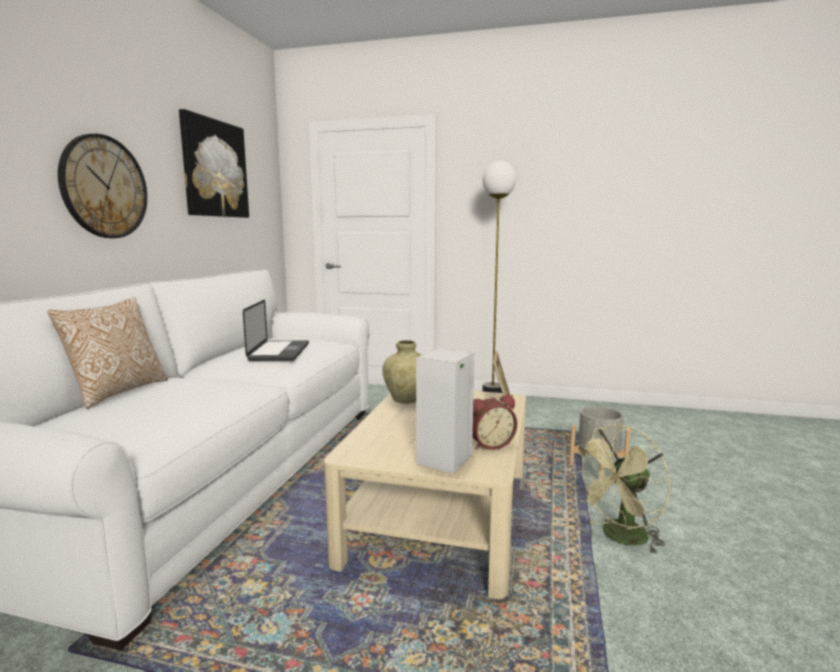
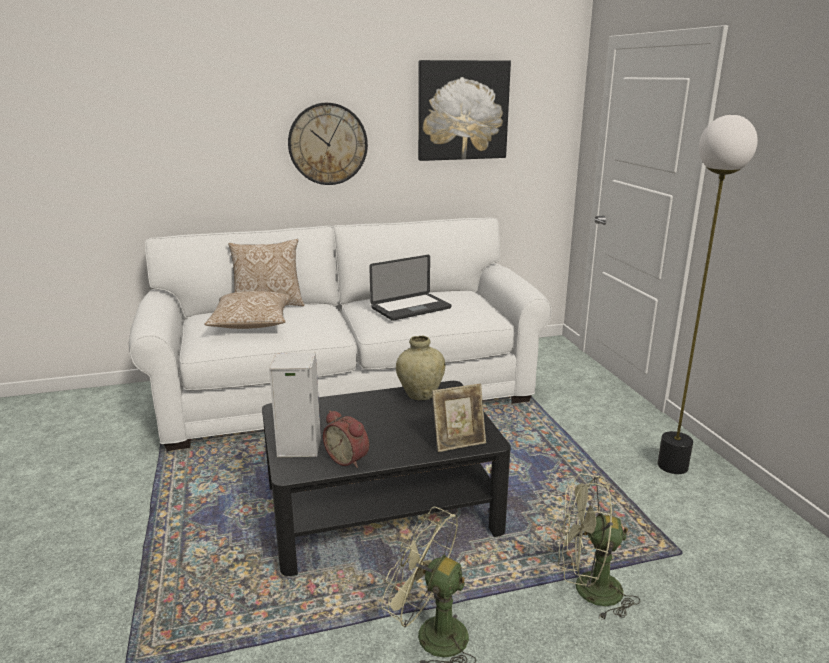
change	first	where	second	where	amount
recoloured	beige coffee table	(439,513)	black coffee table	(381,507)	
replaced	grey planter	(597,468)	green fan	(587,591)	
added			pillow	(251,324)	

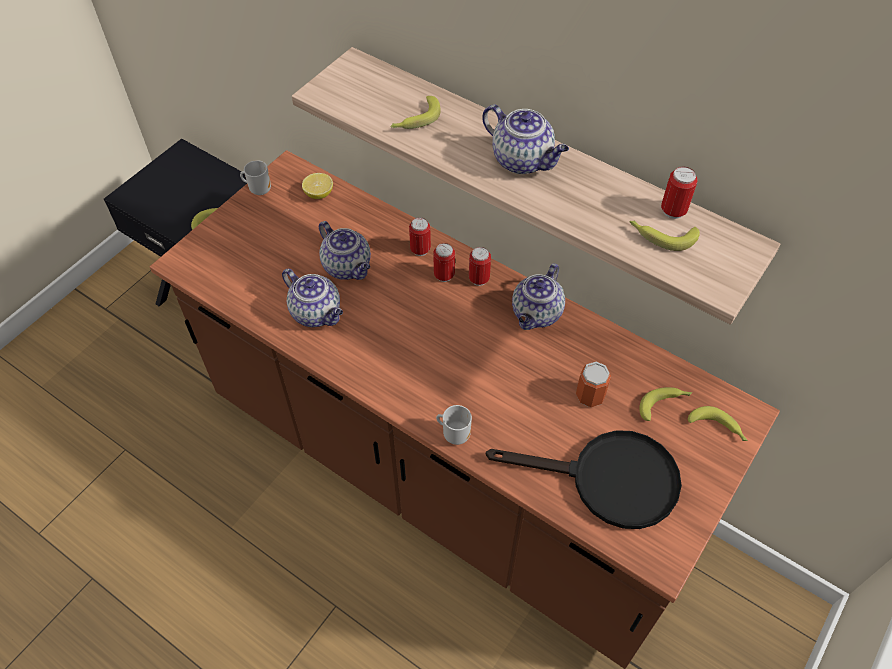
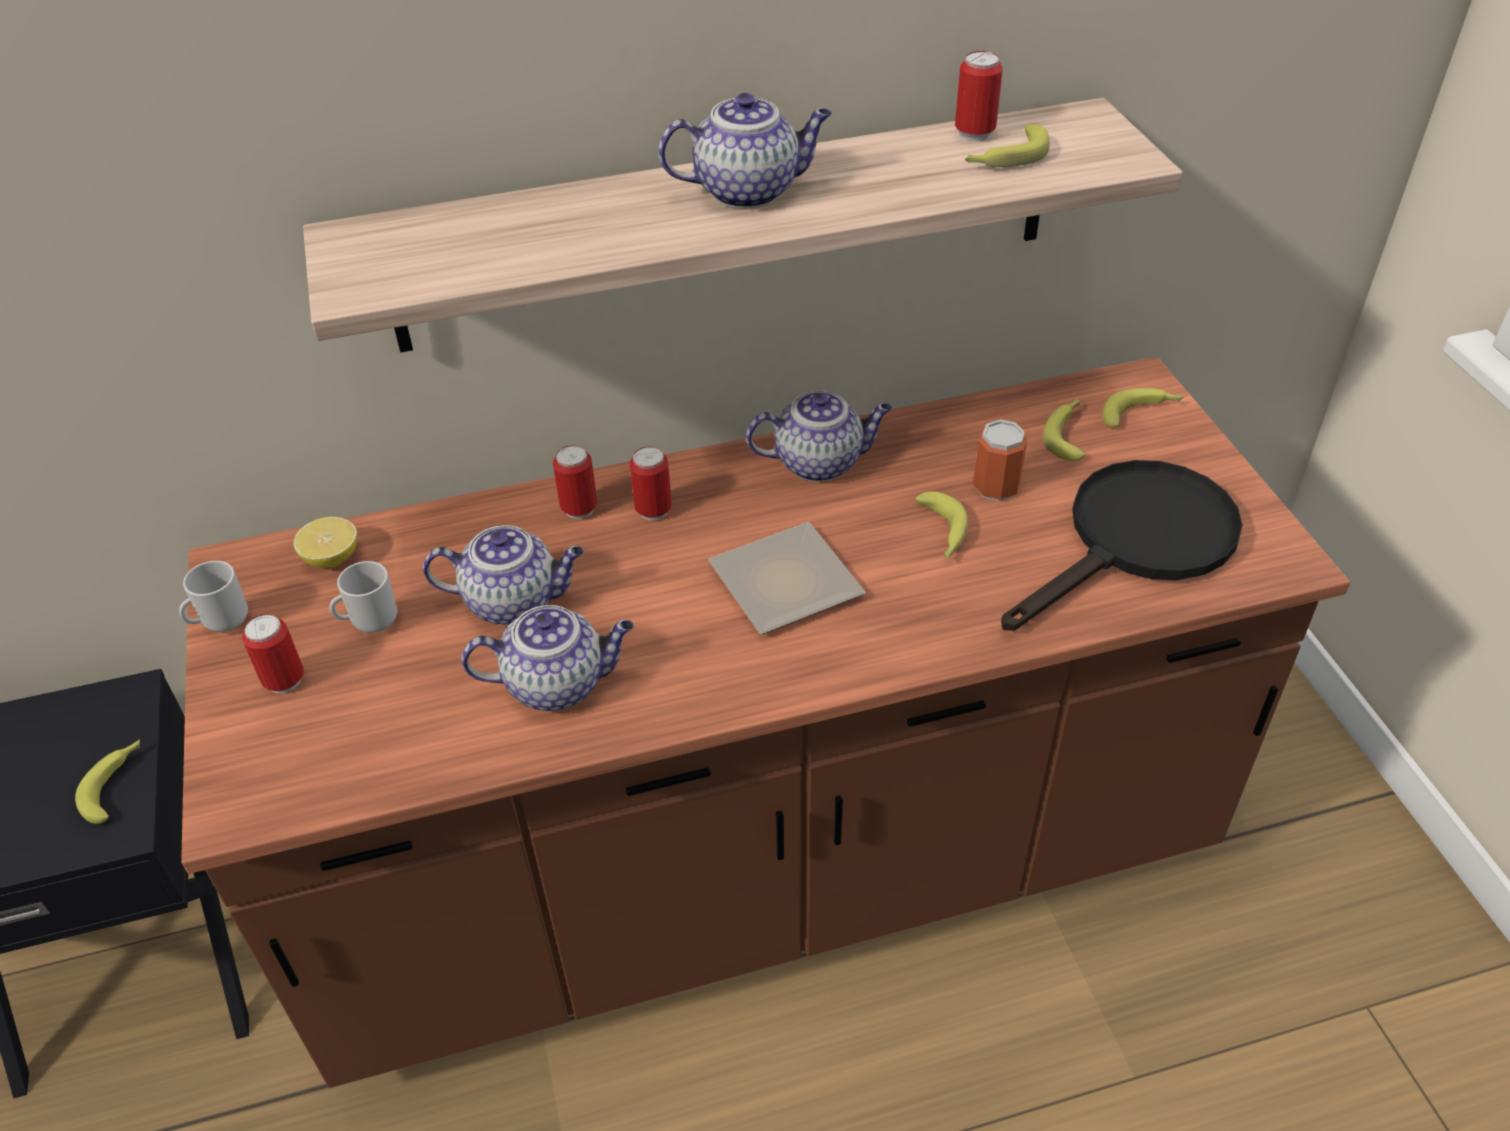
change	first	where	second	where	amount
moved	banana	(415,120)		(941,533)	
moved	can	(479,279)		(284,680)	
turned	teapot	(536,314)		(820,462)	75 degrees counterclockwise
moved	mug	(455,434)		(372,622)	
added			plate	(784,587)	

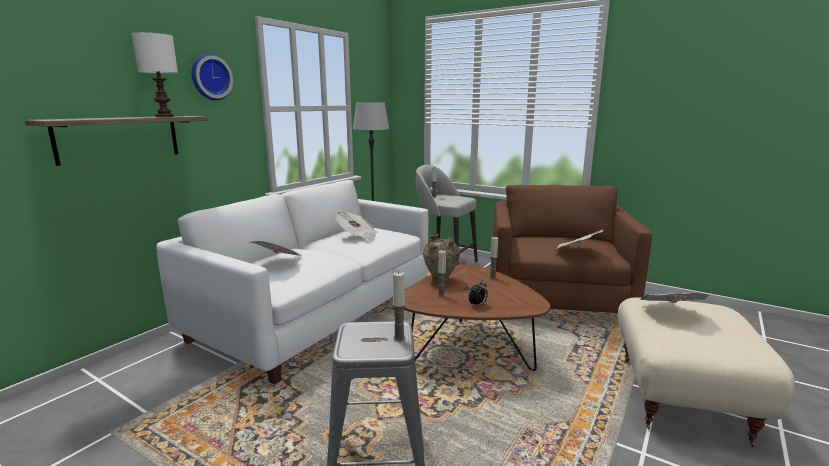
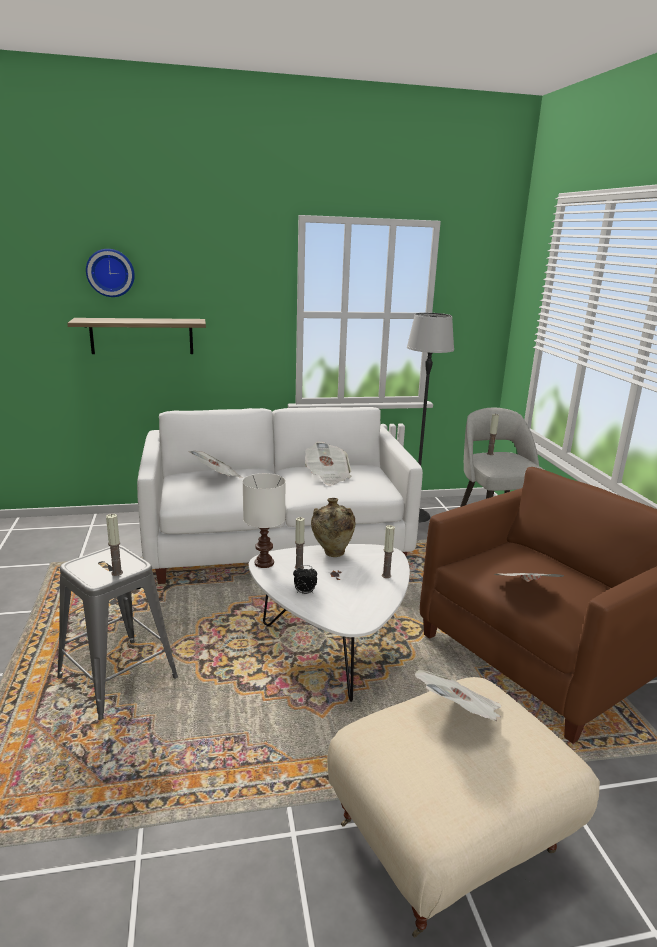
change	first	where	second	where	amount
moved	white table lamp	(164,116)		(264,562)	
moved	wall clock	(210,77)		(110,272)	
recoloured	brown coffee table	(469,350)	white coffee table	(333,646)	

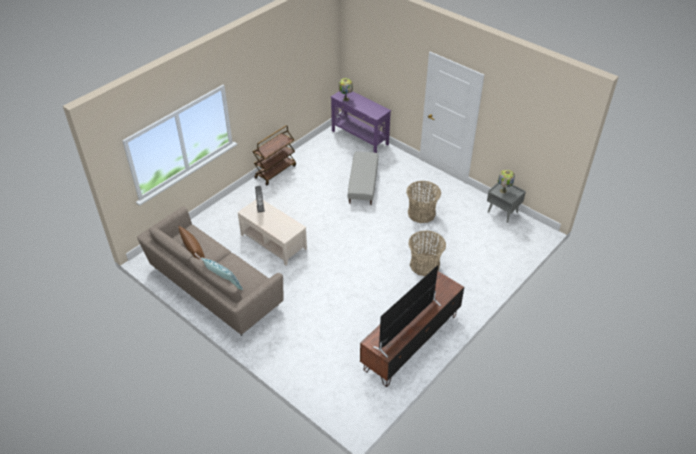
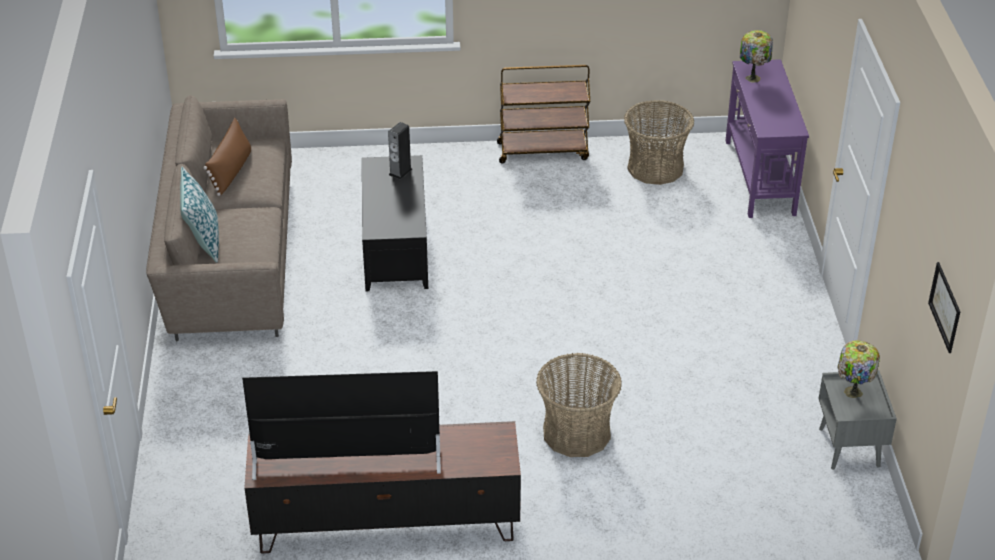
change	first	where	second	where	amount
removed	grey ottoman	(363,183)			
moved	basket	(421,213)		(655,168)	
recoloured	beige coffee table	(273,242)	black coffee table	(395,247)	
added			picture	(945,307)	

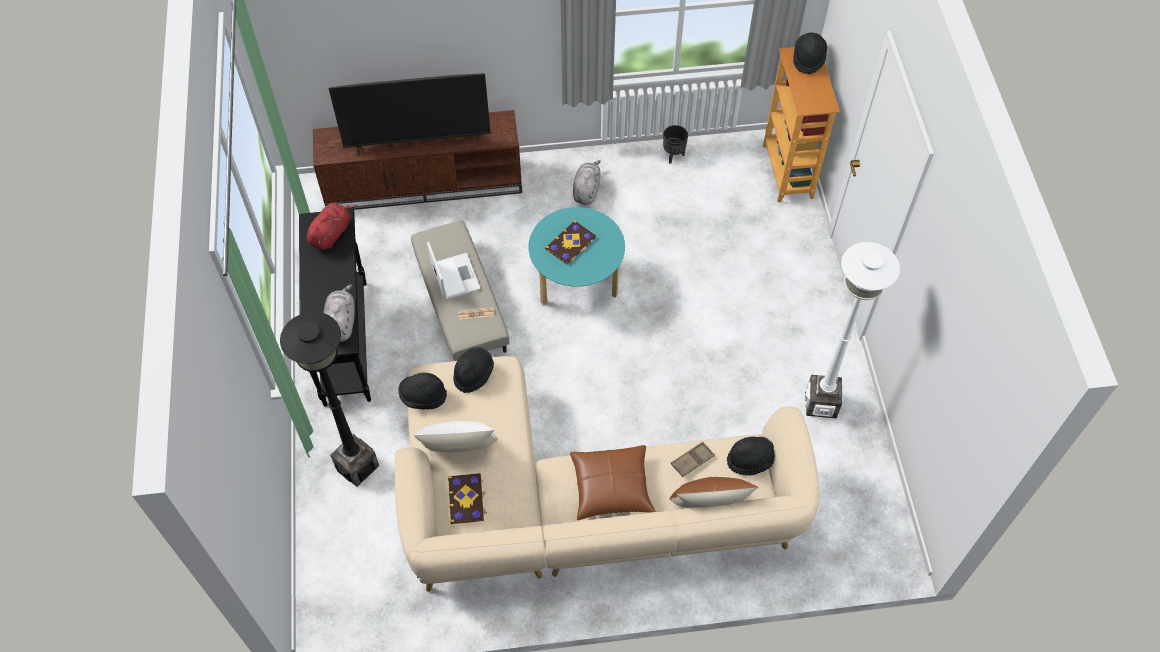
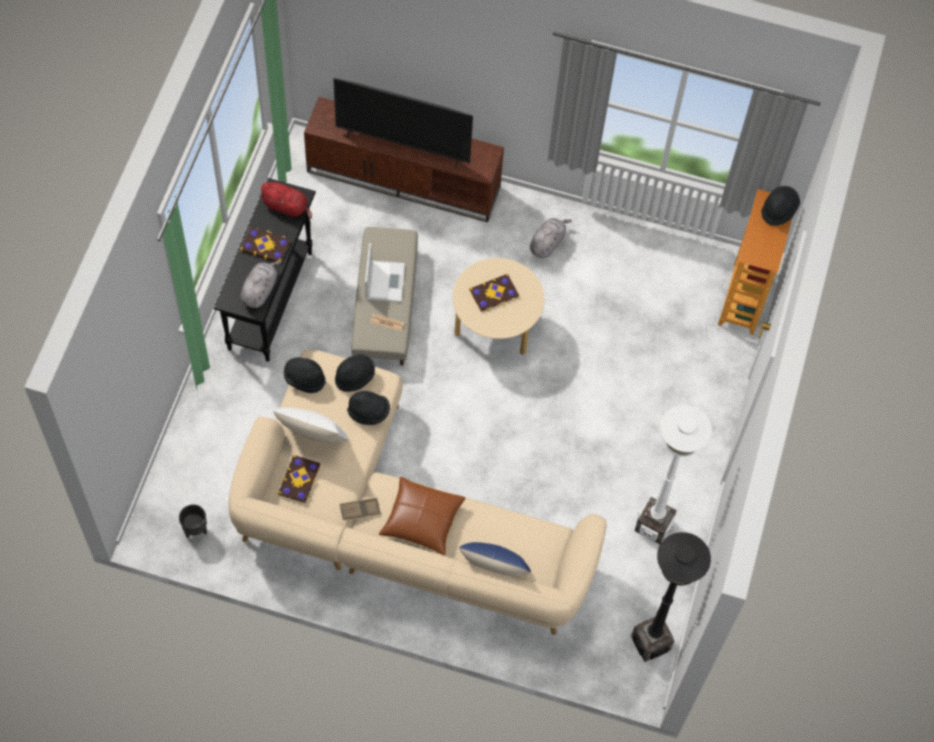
change	first	where	second	where	amount
moved	black planter	(673,156)		(195,530)	
turned	red plush toy	(331,233)		(287,207)	60 degrees clockwise
recoloured	turquoise coffee table	(576,281)	beige coffee table	(495,326)	
moved	black floor lamp	(357,467)		(650,643)	
moved	black hat	(750,460)		(369,412)	
moved	brown tray	(692,460)		(360,510)	
recoloured	brown pillow	(709,506)	blue pillow	(494,570)	
added			book	(265,245)	

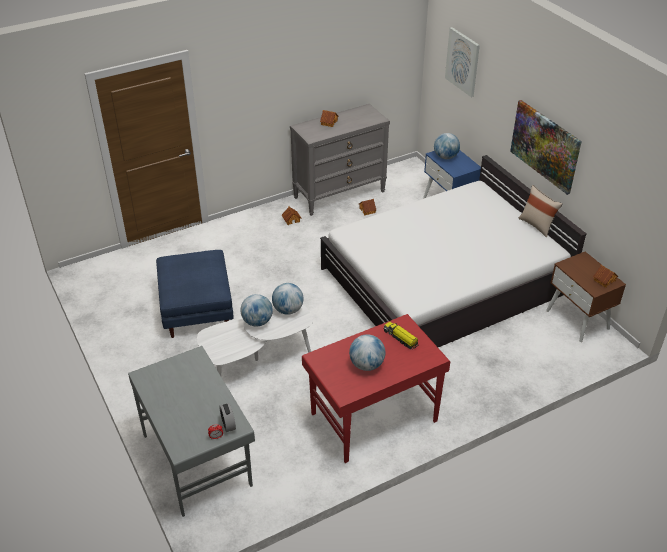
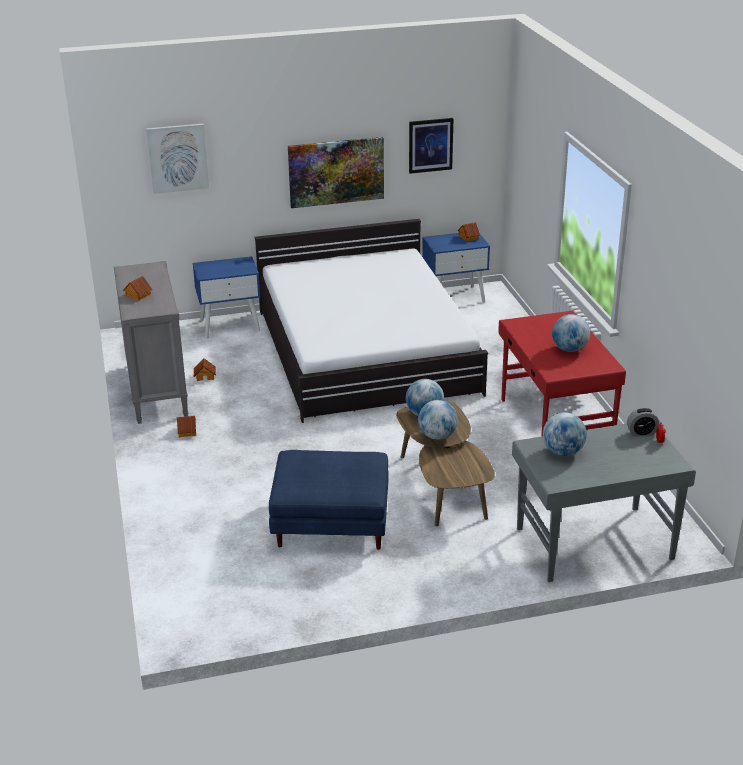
change	first	where	second	where	amount
moved	globe	(445,157)		(563,452)	
removed	beige pillow	(537,225)			
recoloured	brown nightstand	(578,319)	blue nightstand	(454,297)	
recoloured	white coffee table	(257,358)	brown coffee table	(443,485)	
removed	toy truck	(401,338)			
added			picture	(430,145)	

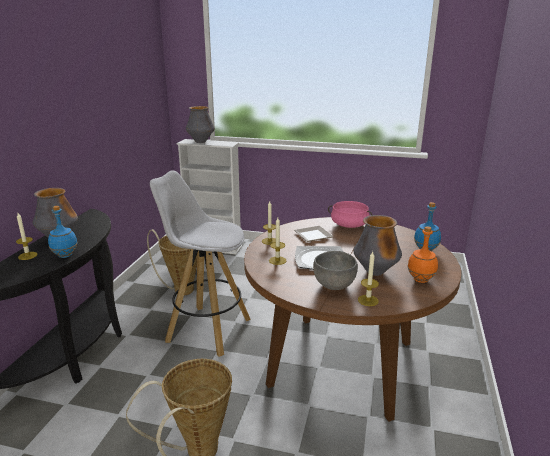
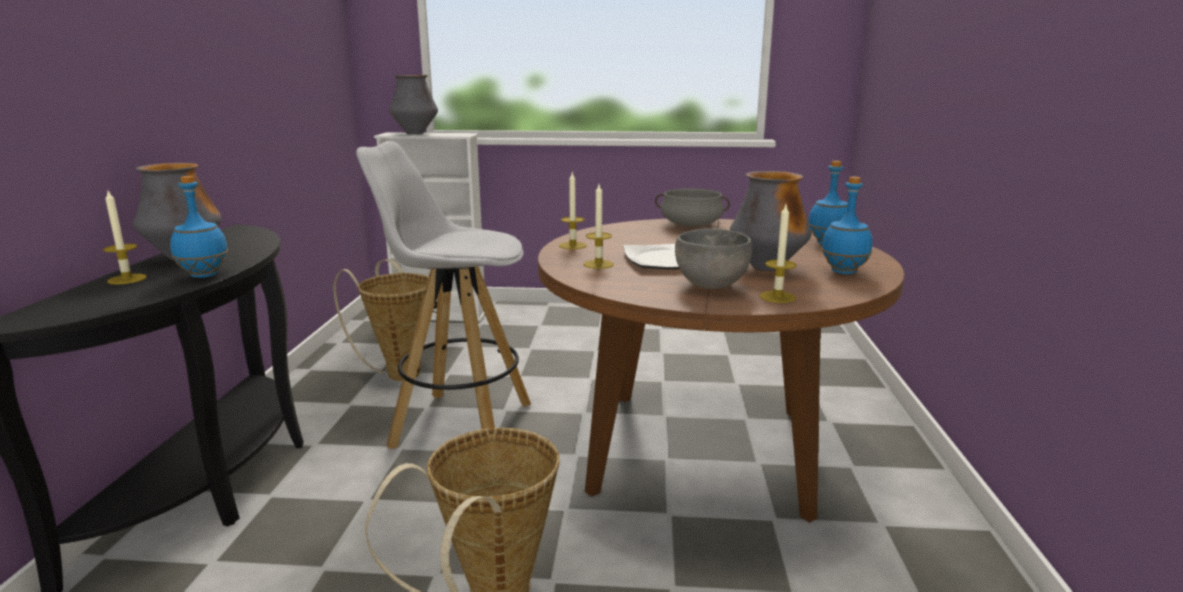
change	first	where	second	where	amount
recoloured	pink cooking pot	(349,225)	grey cooking pot	(691,225)	
removed	plate	(311,235)			
recoloured	orange bottle	(421,280)	blue bottle	(844,272)	

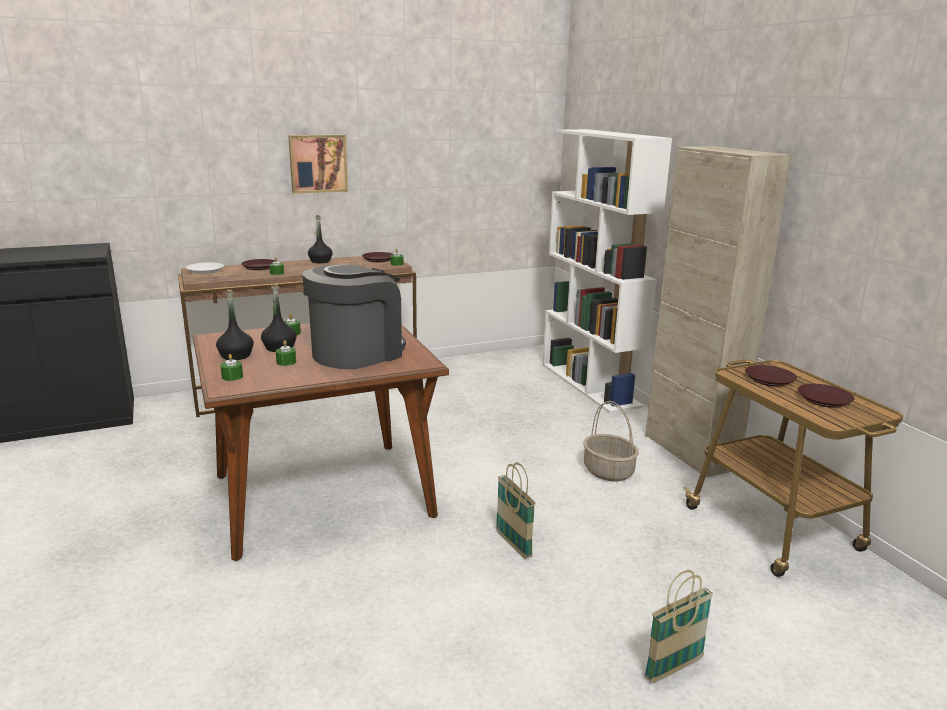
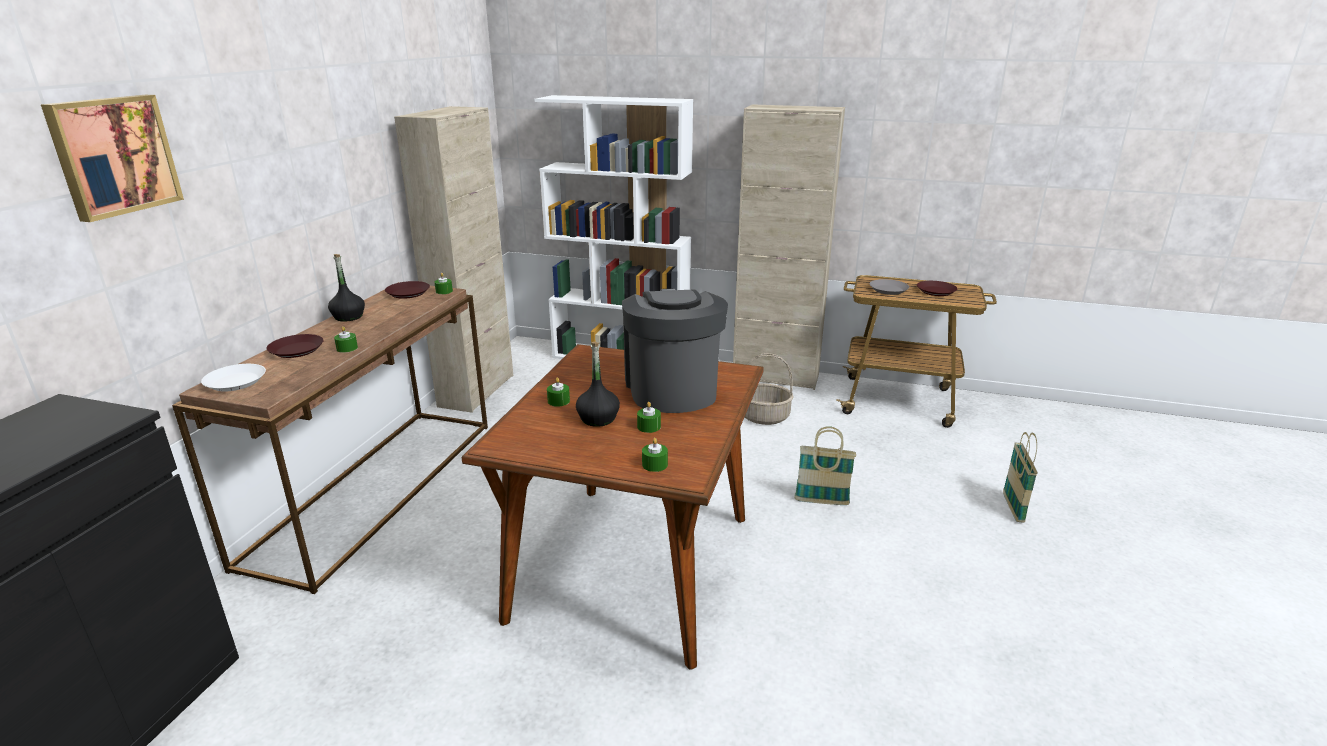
change	first	where	second	where	amount
moved	picture	(318,163)		(113,155)	
removed	black bottle	(236,356)			
recoloured	brown plate	(769,380)	grey plate	(888,290)	
added			beige cabinet	(477,391)	

